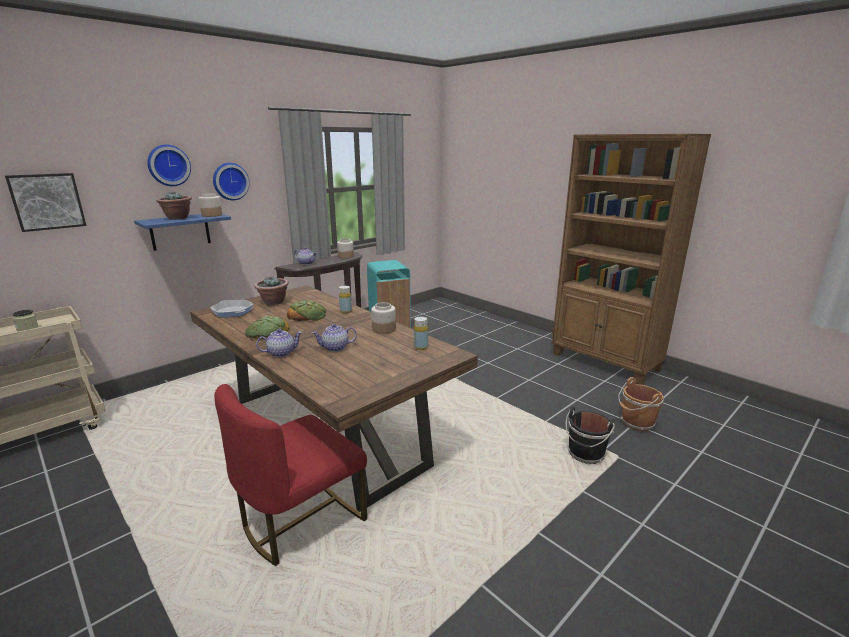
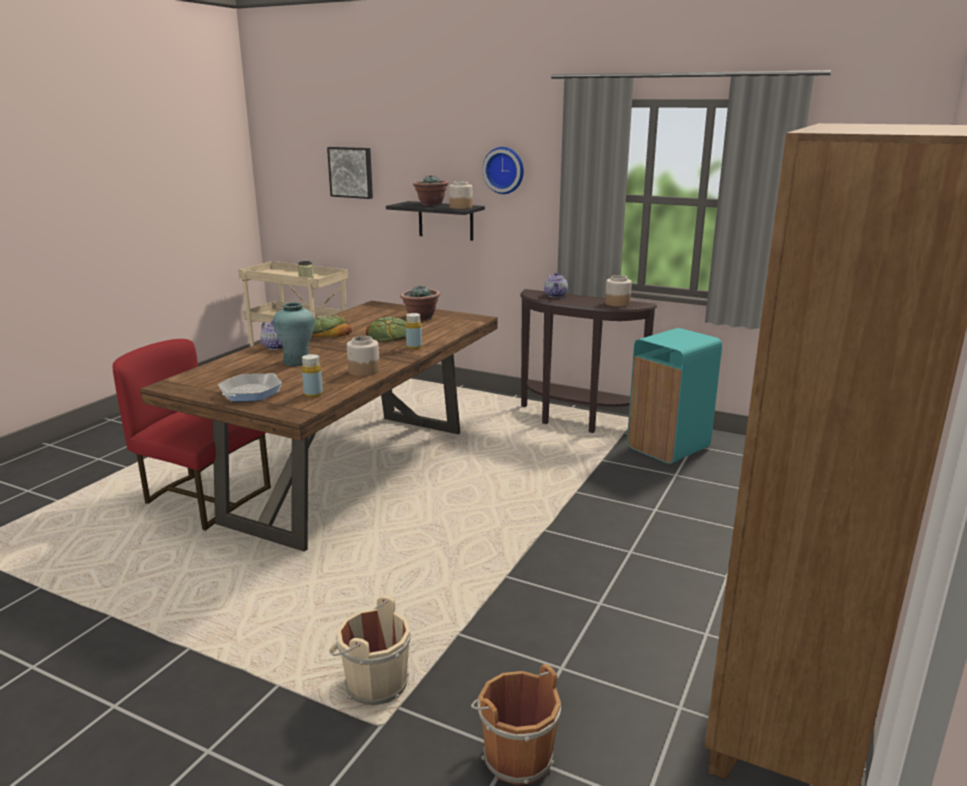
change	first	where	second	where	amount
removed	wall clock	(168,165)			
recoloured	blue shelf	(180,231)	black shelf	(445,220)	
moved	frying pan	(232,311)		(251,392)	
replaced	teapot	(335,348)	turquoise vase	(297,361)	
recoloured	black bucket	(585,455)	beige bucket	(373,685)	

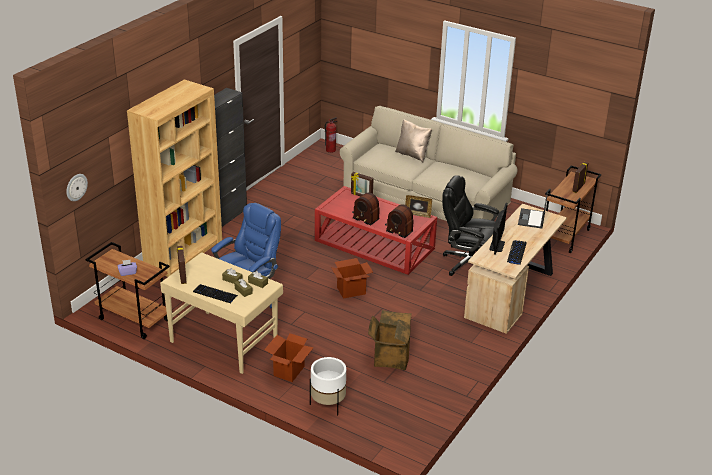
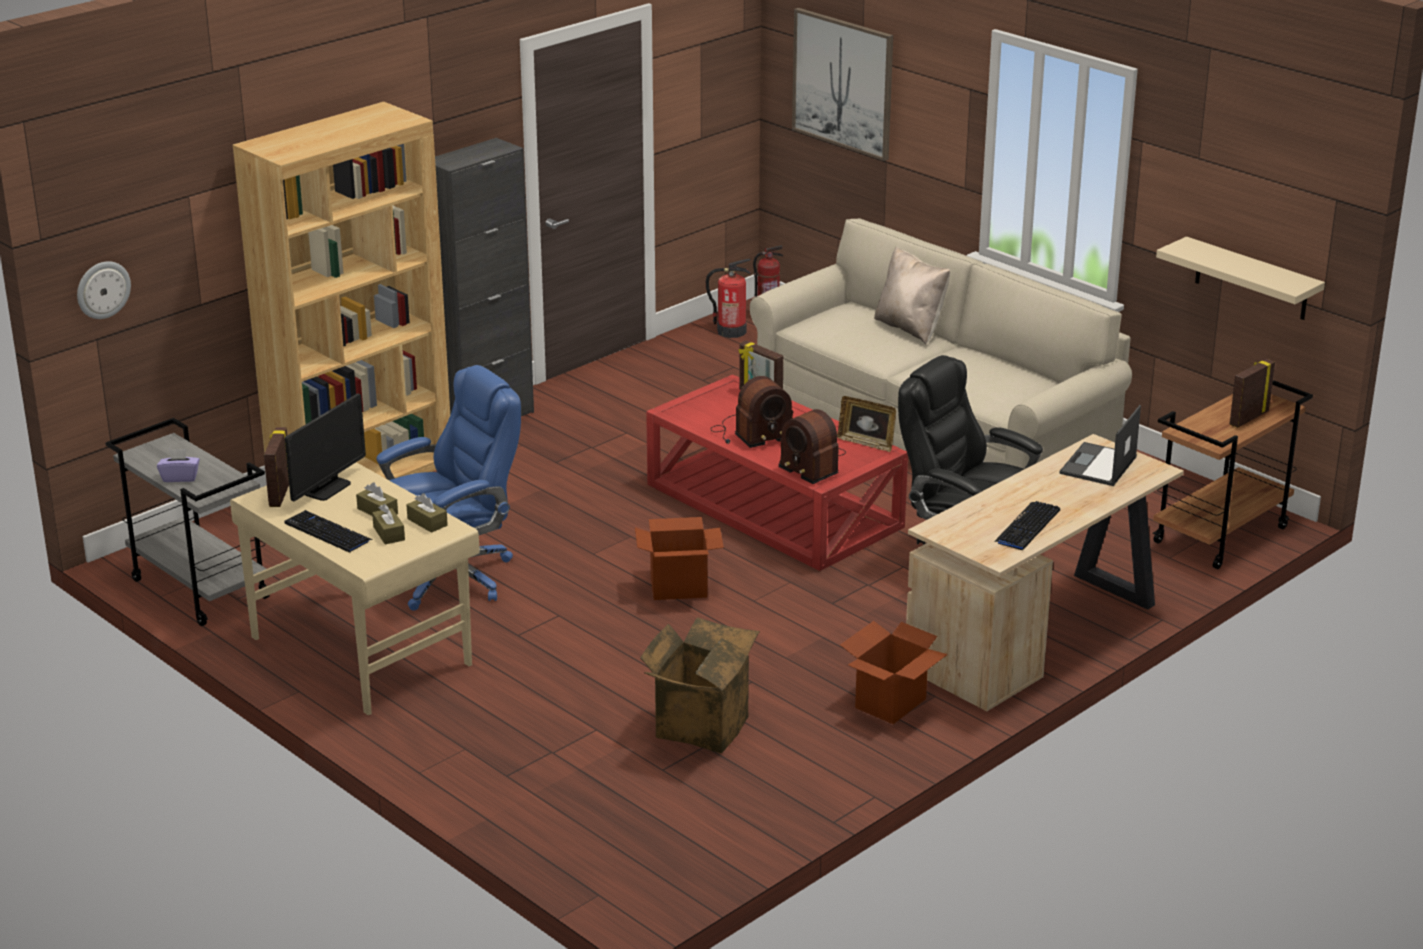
change	first	where	second	where	amount
turned	radio	(366,215)		(750,434)	75 degrees counterclockwise
moved	monitor	(497,246)		(327,488)	
recoloured	brown cart	(133,320)	grey cart	(198,589)	
moved	cardboard box	(289,371)		(890,703)	
removed	white planter	(328,404)			
added			picture	(843,83)	
added			beige shelf	(1251,279)	
added			fire extinguisher	(731,331)	

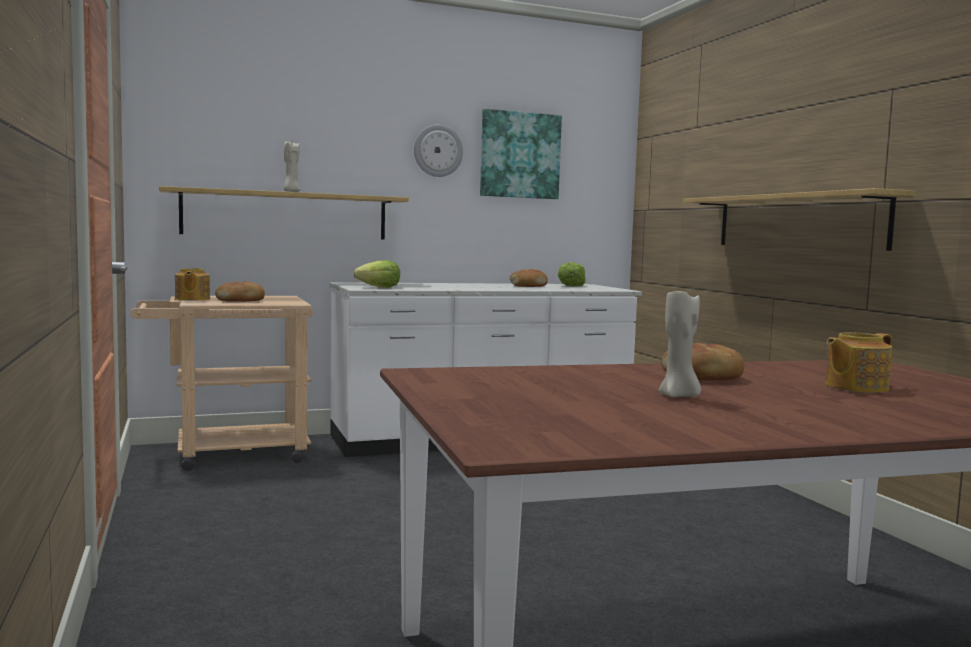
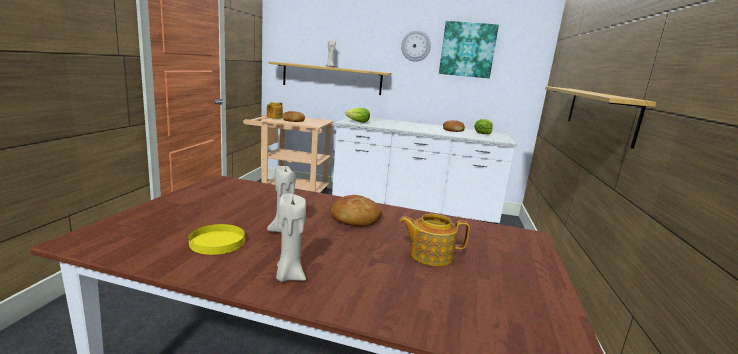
change	first	where	second	where	amount
added			beige candle	(289,276)	
added			yellow plate	(217,242)	

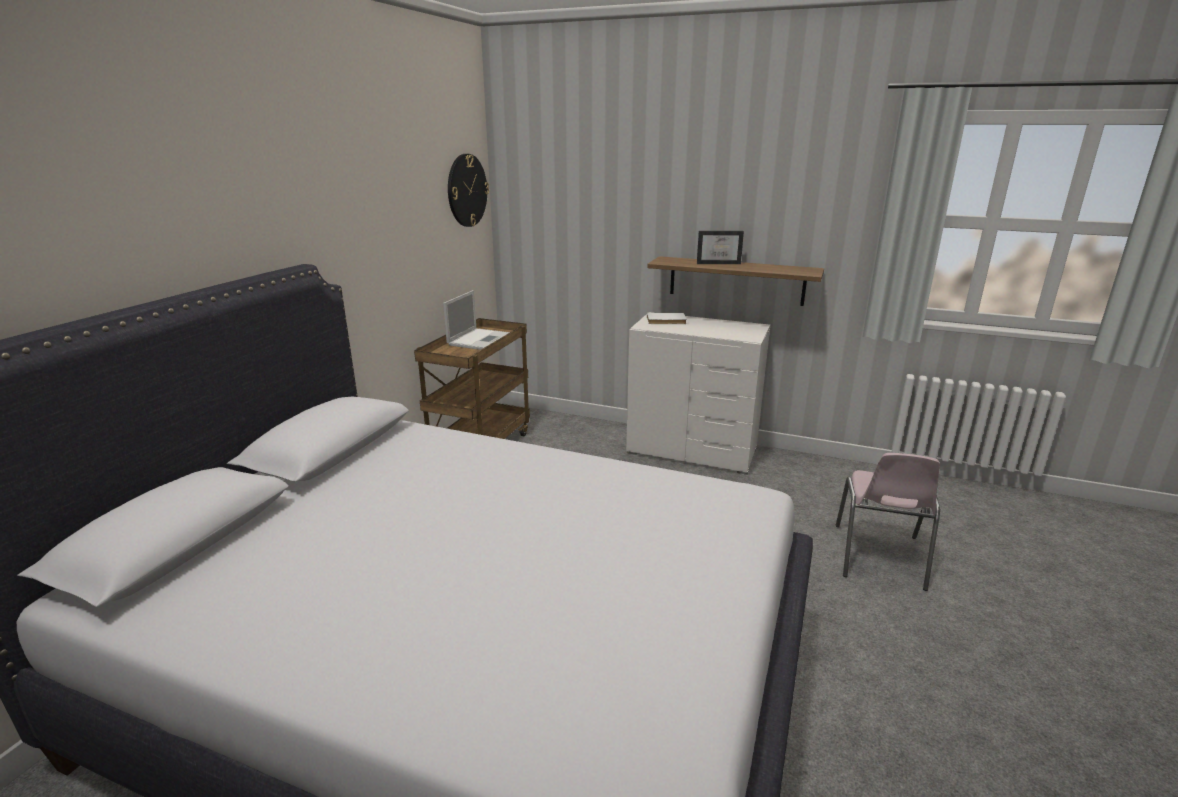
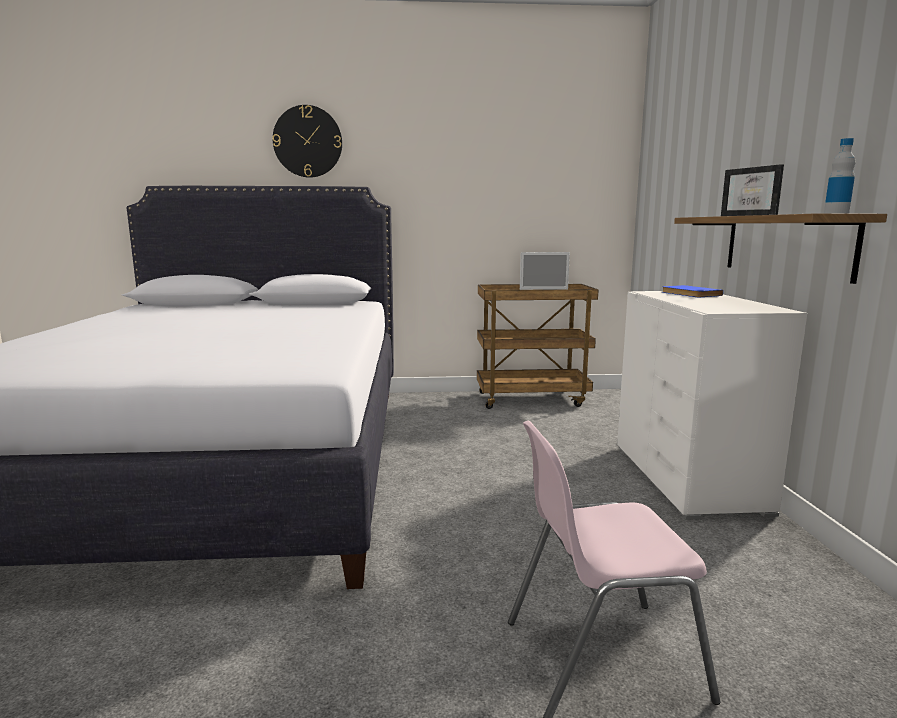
change	first	where	second	where	amount
moved	wall clock	(467,190)		(307,141)	
recoloured	white book	(666,321)	blue book	(689,294)	
added			bottle	(836,213)	

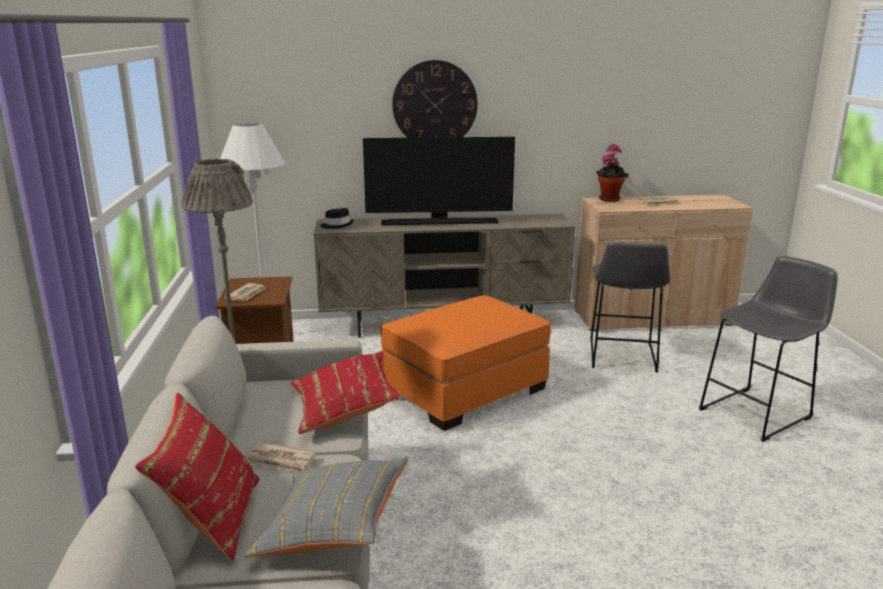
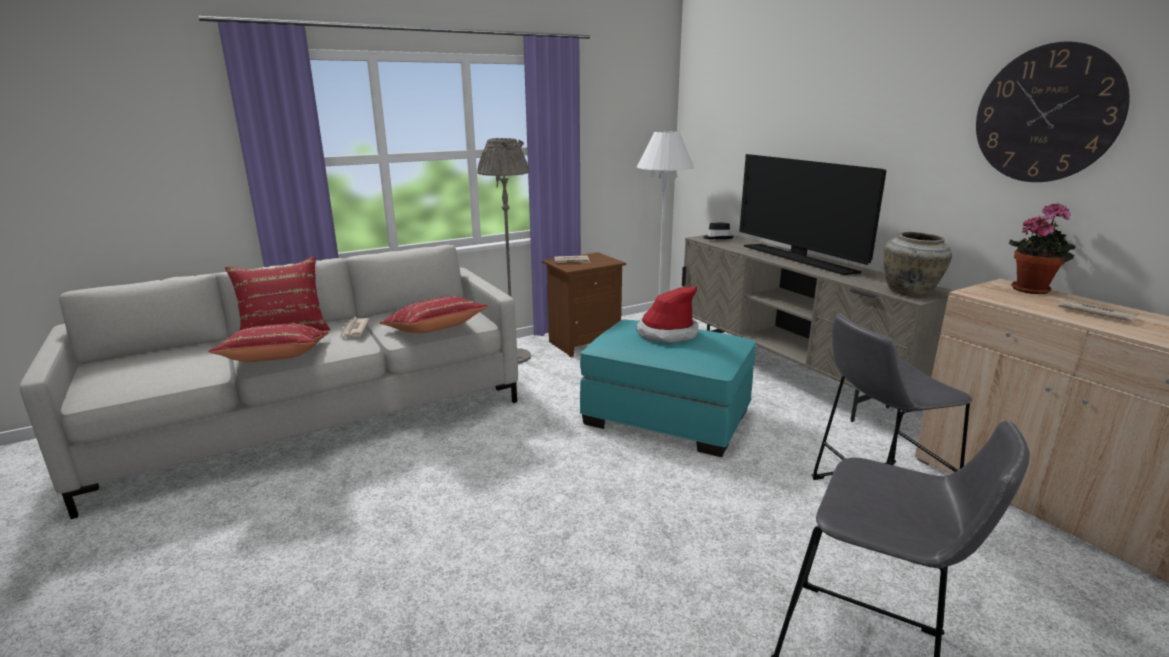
change	first	where	second	where	amount
moved	wall clock	(435,104)		(1046,114)	
recoloured	orange ottoman	(466,390)	turquoise ottoman	(668,417)	
recoloured	grey pillow	(333,528)	red pillow	(276,360)	
added			beige vase	(910,292)	
added			hat	(666,333)	

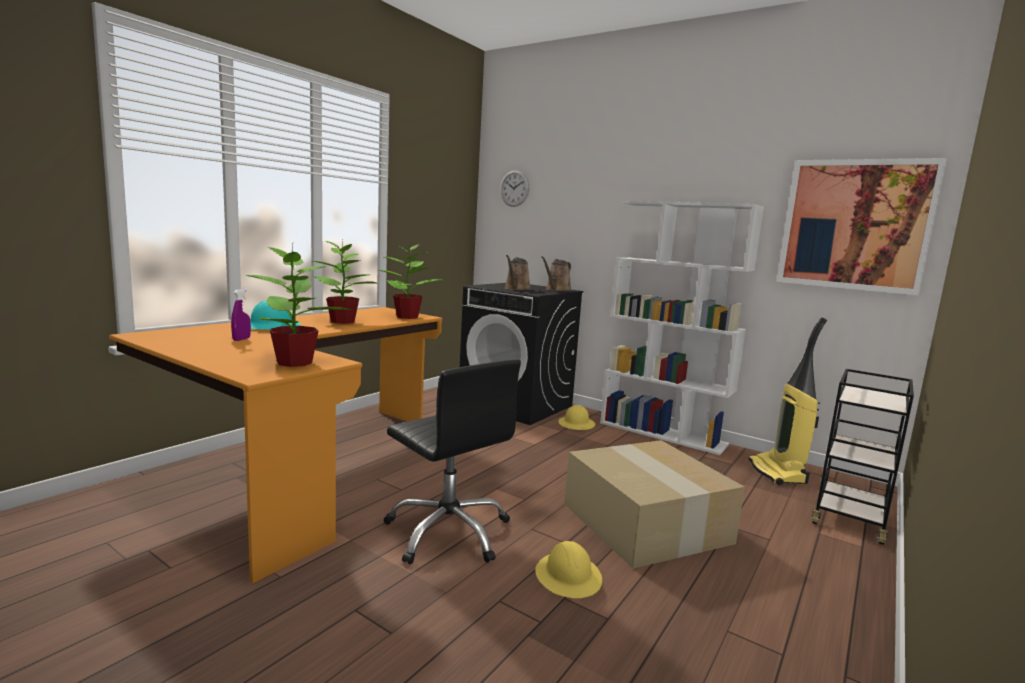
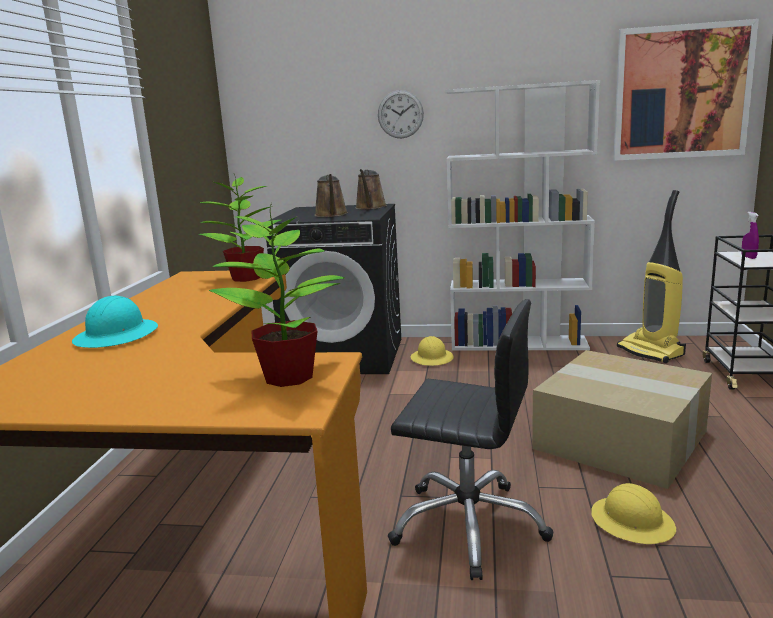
change	first	where	second	where	amount
moved	wall clock	(514,188)		(400,114)	
removed	potted plant	(343,321)			
moved	purple spray bottle	(241,339)		(748,257)	

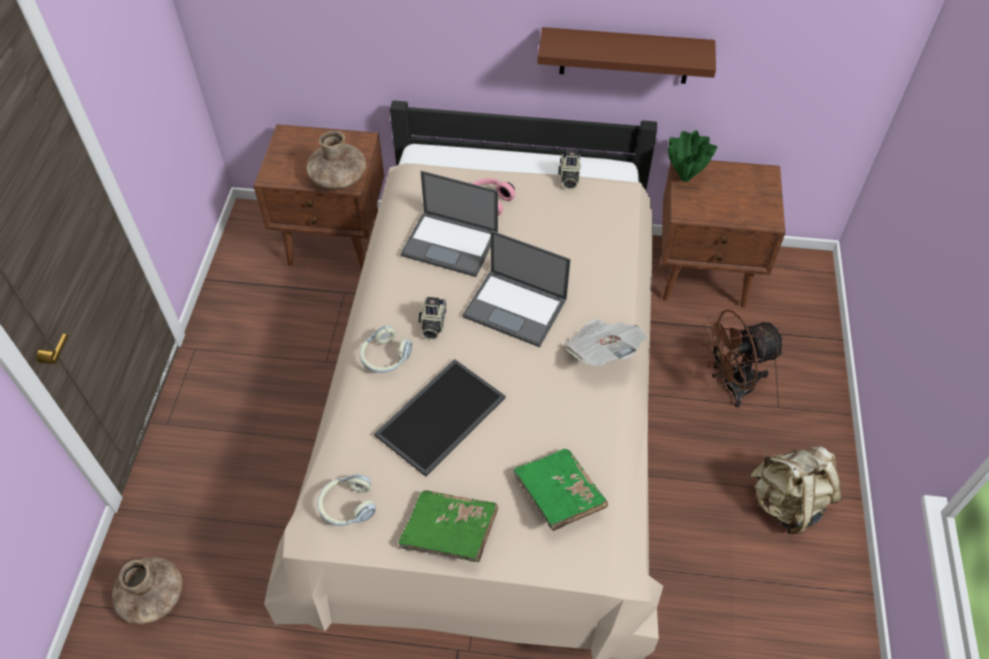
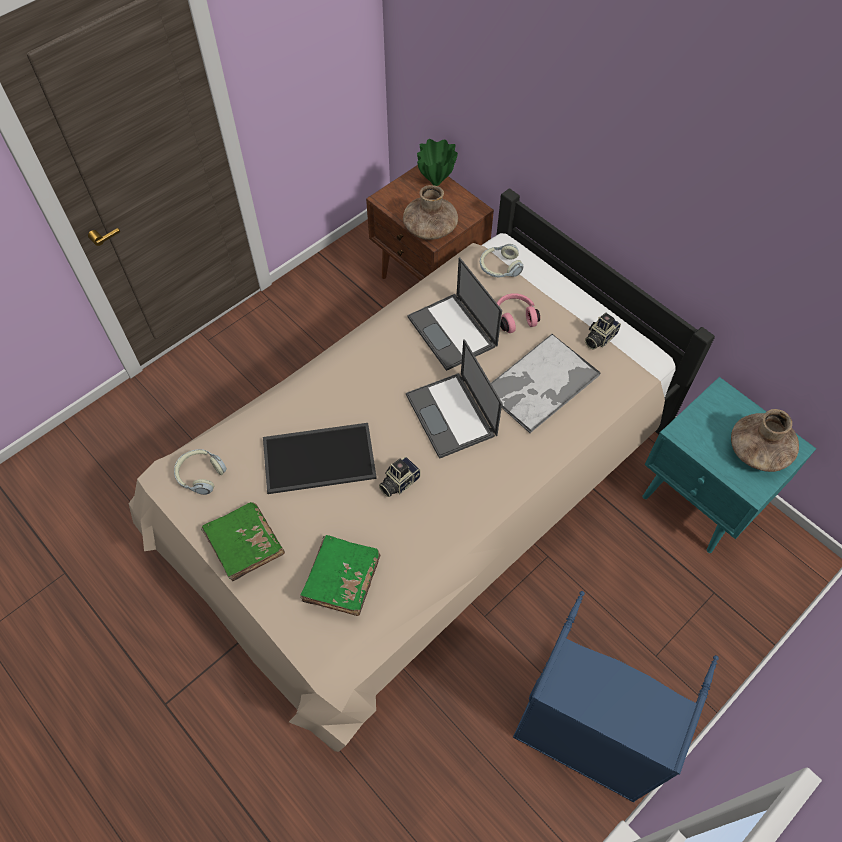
change	first	where	second	where	amount
removed	brown shelf	(625,55)			
moved	green vase	(685,177)		(436,182)	
recoloured	brown nightstand	(705,275)	turquoise nightstand	(700,501)	
moved	photo camera	(432,324)		(398,482)	
removed	brown fan	(730,384)			
removed	newspaper	(602,352)			
moved	headphones	(385,357)		(499,267)	
replaced	beige backpack	(787,503)	blue laundry basket	(585,736)	
moved	brown vase	(152,597)		(758,451)	
added			tray	(540,384)	

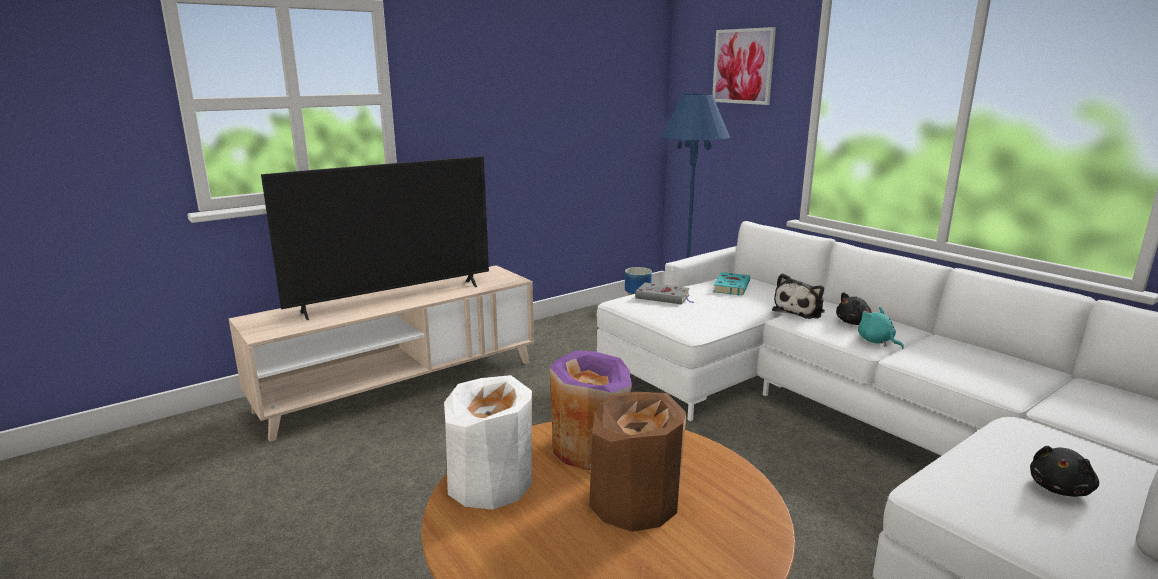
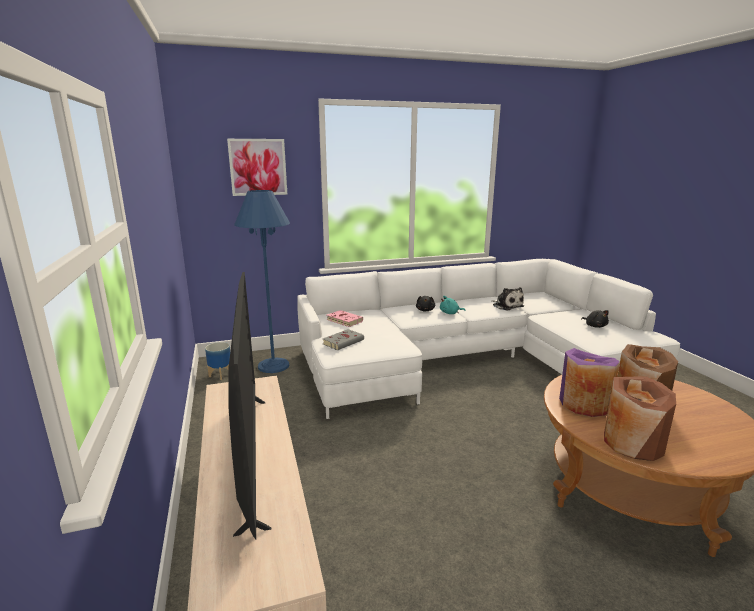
change	first	where	second	where	amount
recoloured	turquoise book	(731,286)	pink book	(343,320)	
moved	plush toy	(800,311)		(506,306)	
recoloured	white vase	(491,482)	brown vase	(632,443)	

